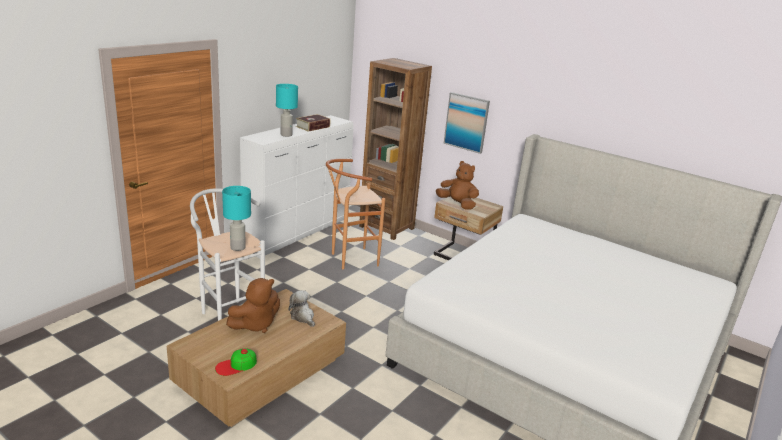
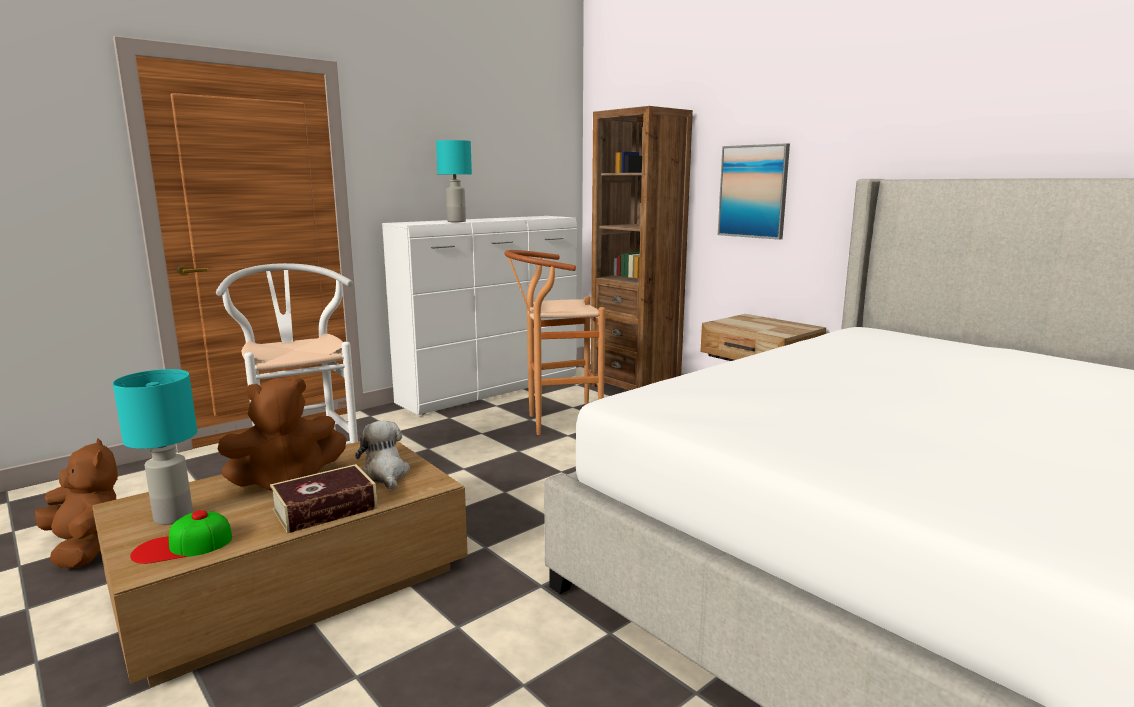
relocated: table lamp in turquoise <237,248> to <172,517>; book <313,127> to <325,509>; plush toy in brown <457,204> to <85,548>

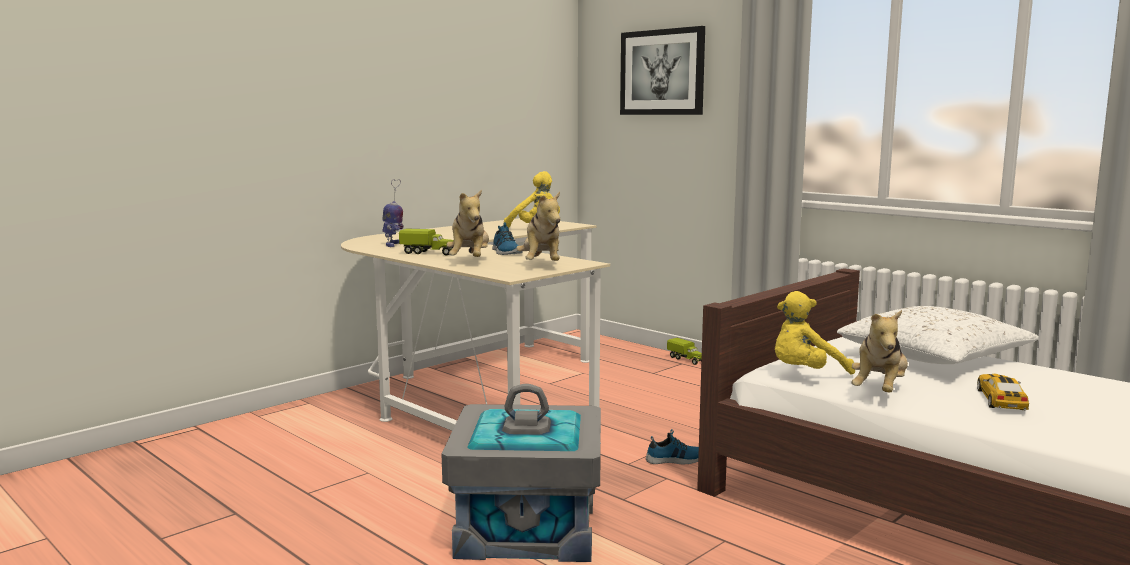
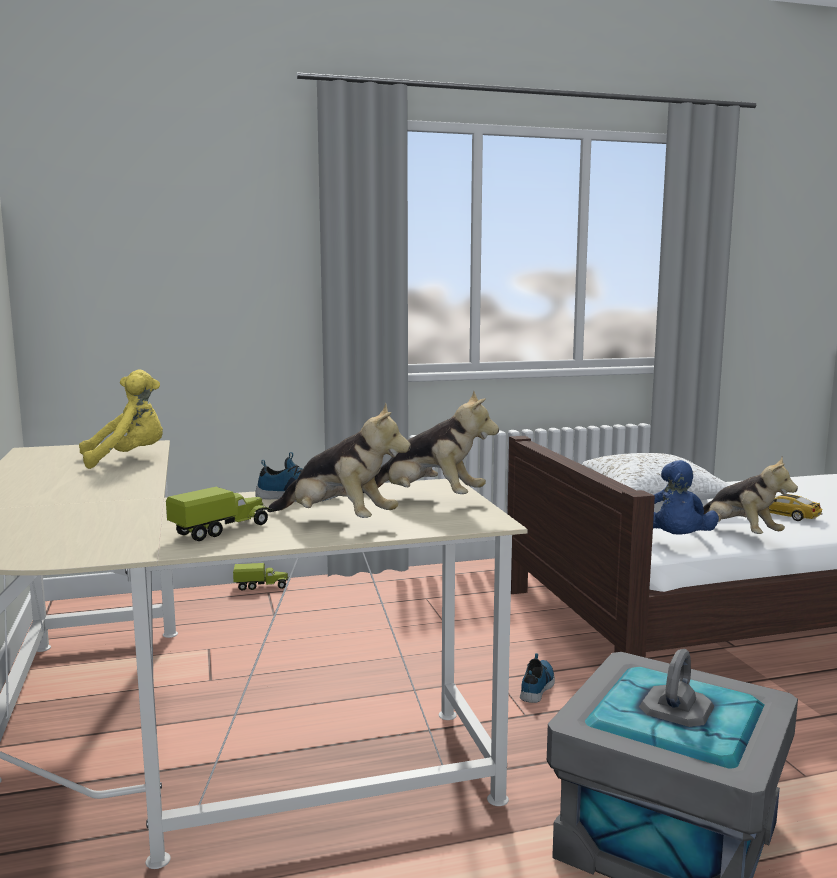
missing: toy robot <393,245>; picture <662,72>
colour: plush toy in yellow <805,374> to plush toy in blue <674,540>

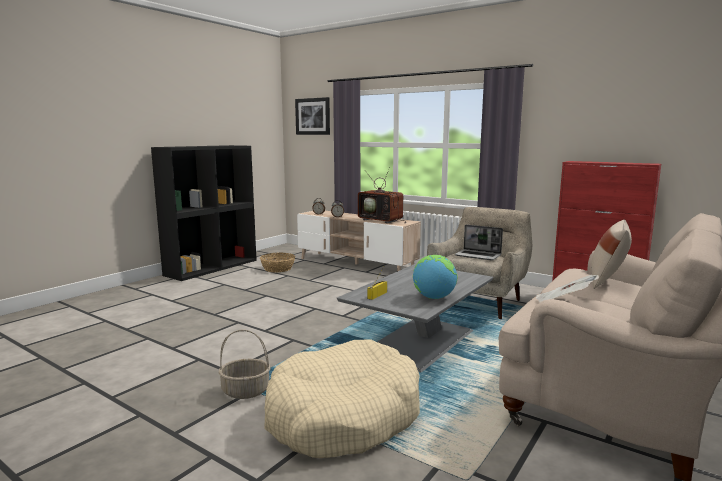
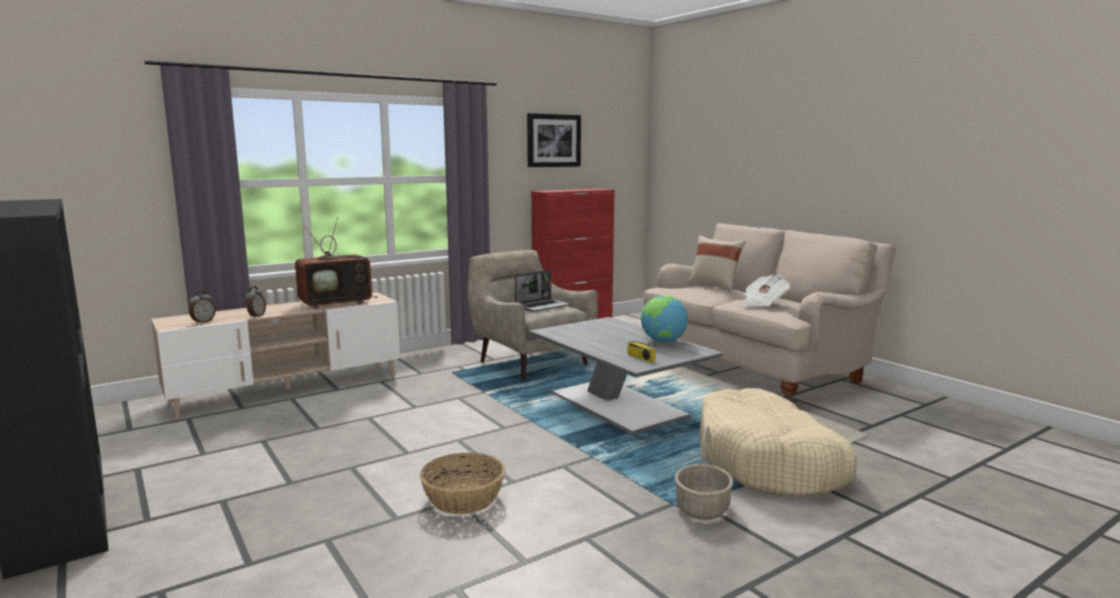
relocated: basket <278,269> to <464,498>; picture <313,116> to <553,140>

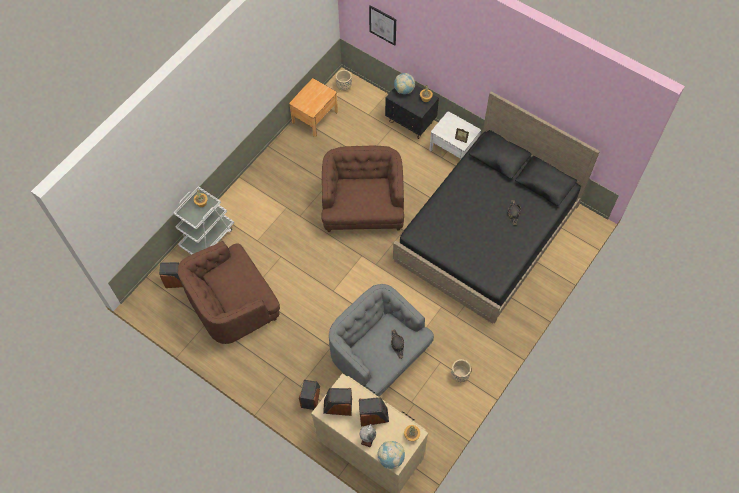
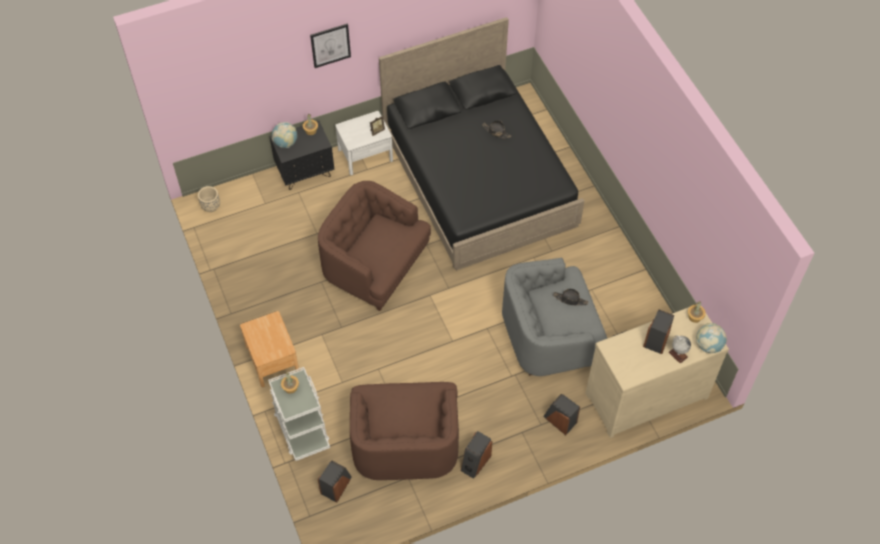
missing: planter in beige <459,374>
relocated: nightstand in brown <315,117> to <272,359>; speaker <338,406> to <475,462>; picture <383,25> to <330,45>

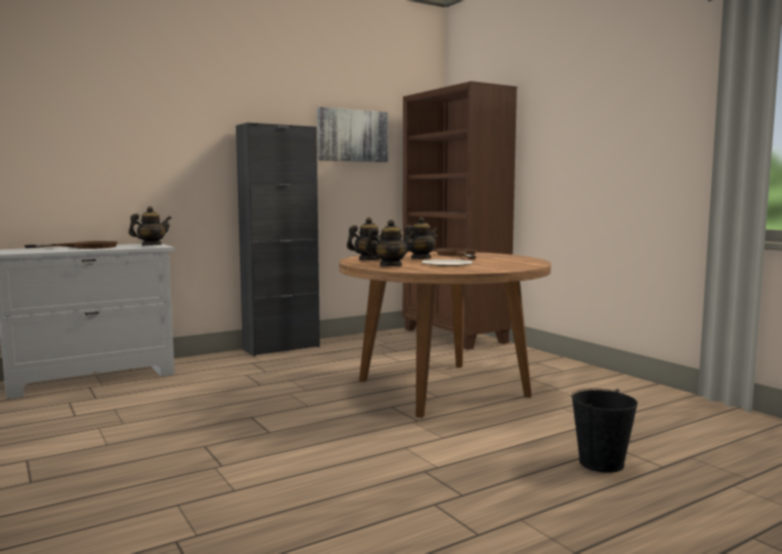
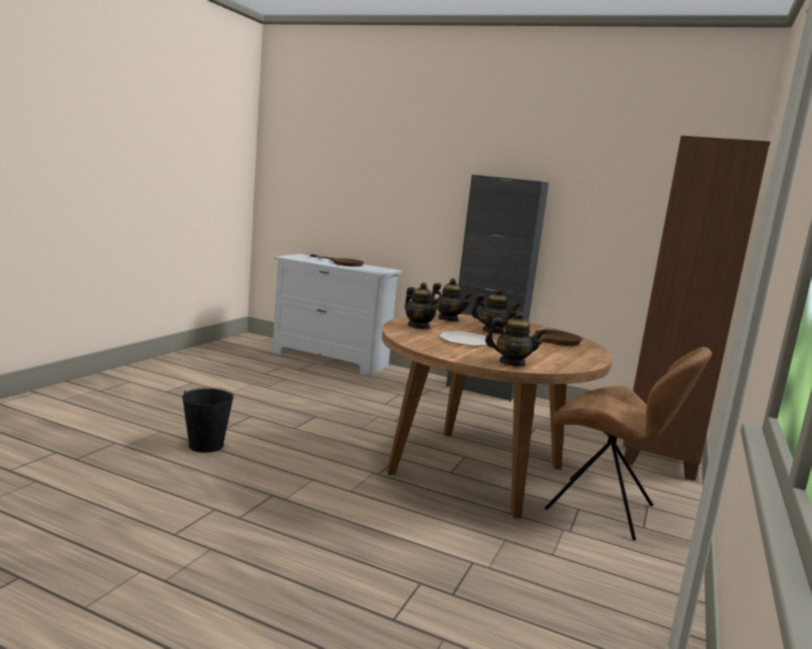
missing: picture <352,135>
appeared: chair in brown <604,509>
relocated: teapot <151,245> to <512,363>; bucket in black <601,463> to <206,445>

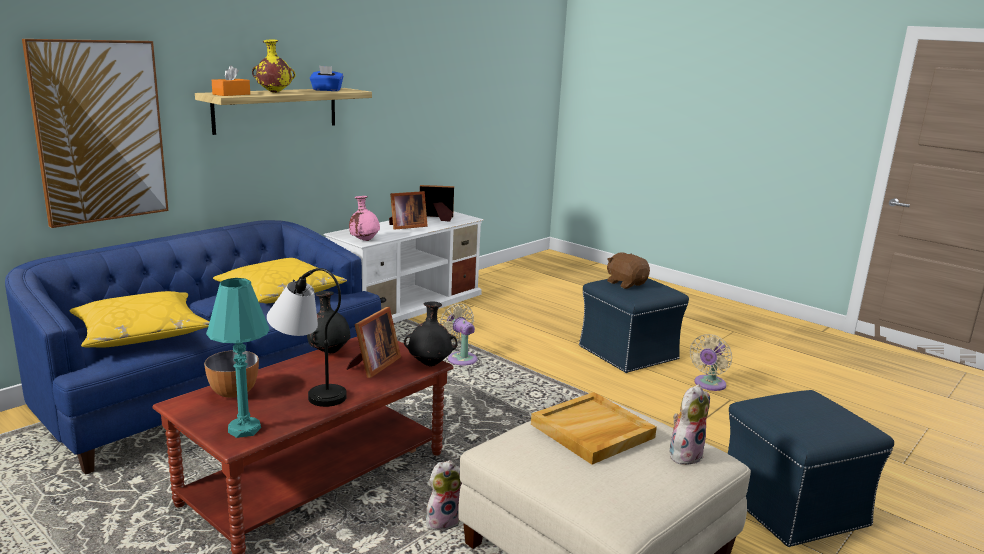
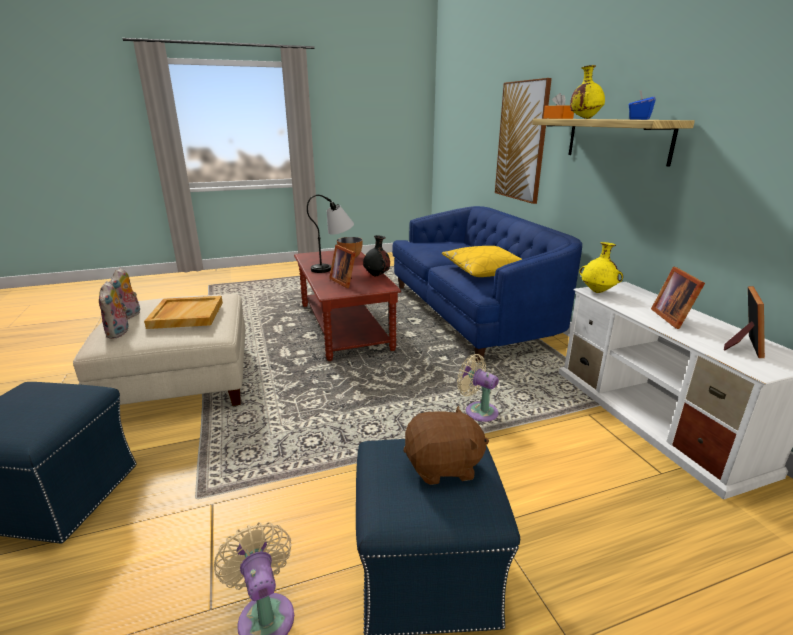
missing: pillow in yellow <141,333>; table lamp in turquoise <244,429>; vase in black <430,364>
relocated: plush toy <443,521> to <130,316>
colour: vase in pink <364,240> to vase in yellow <598,291>
spun: fan in beige <460,358> = <478,411> 135 degrees counterclockwise

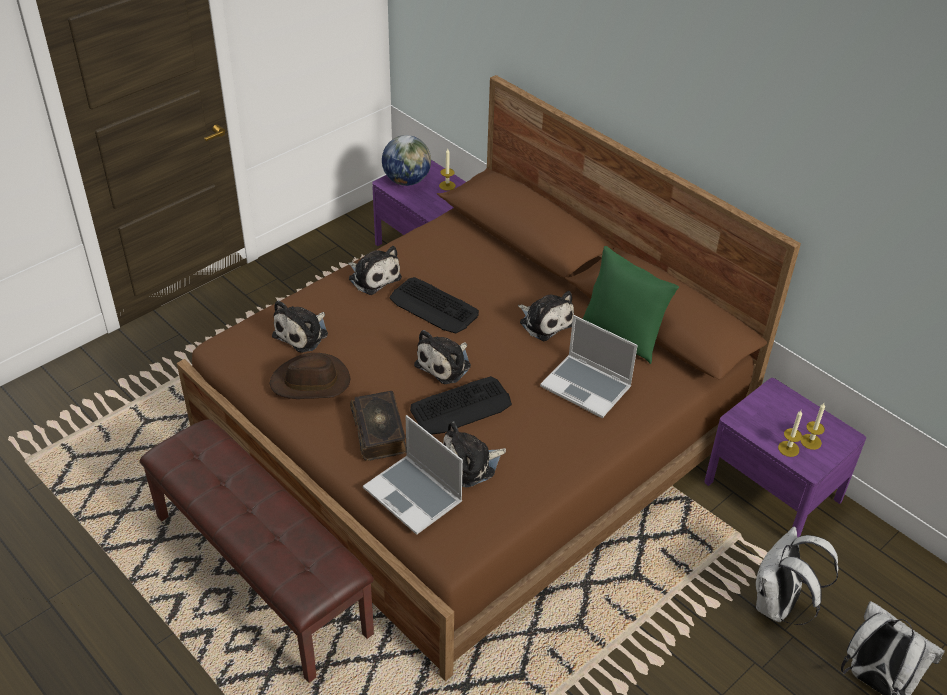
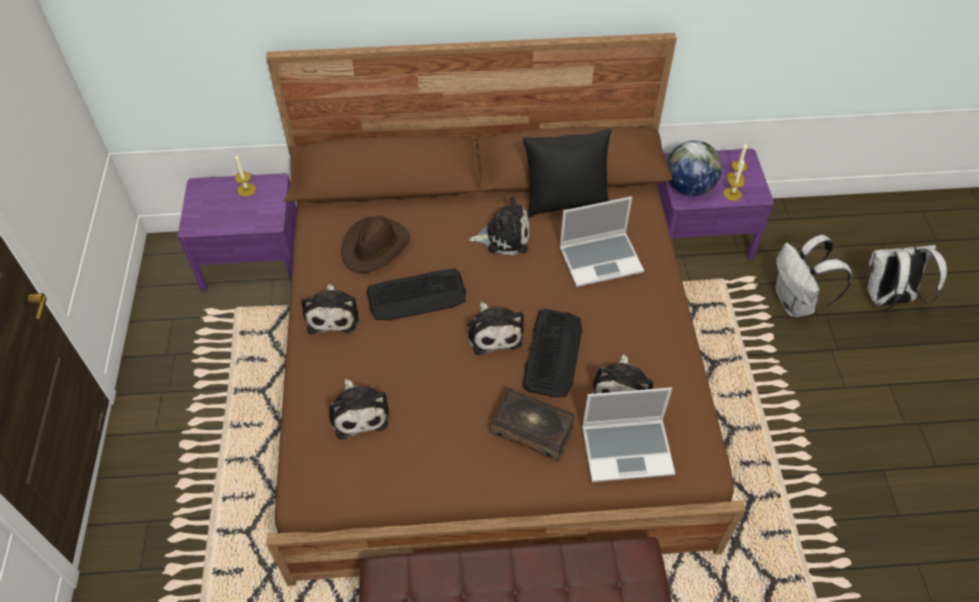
relocated: hat in brown <311,382> to <375,247>; globe <407,181> to <688,187>
colour: pillow in green <622,336> to pillow in black <565,202>
spun: plush toy <373,277> = <333,314> 90 degrees clockwise

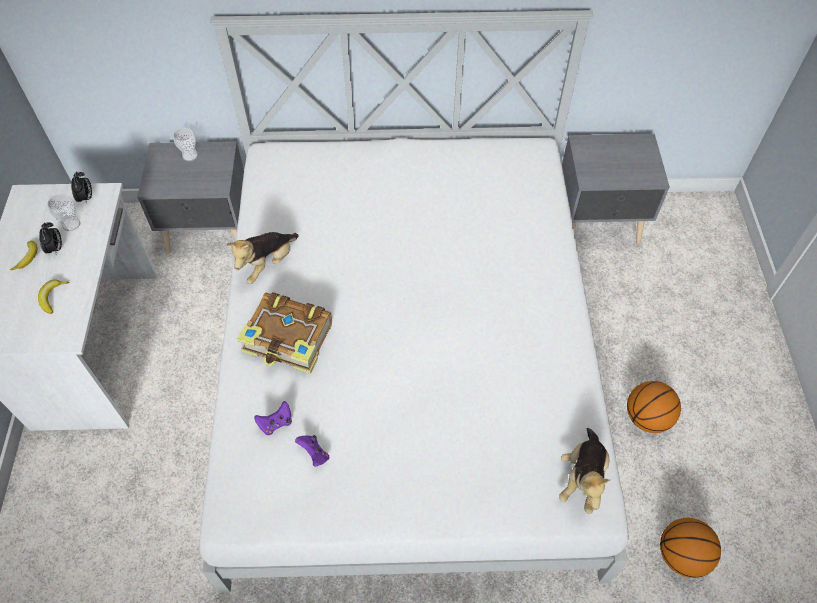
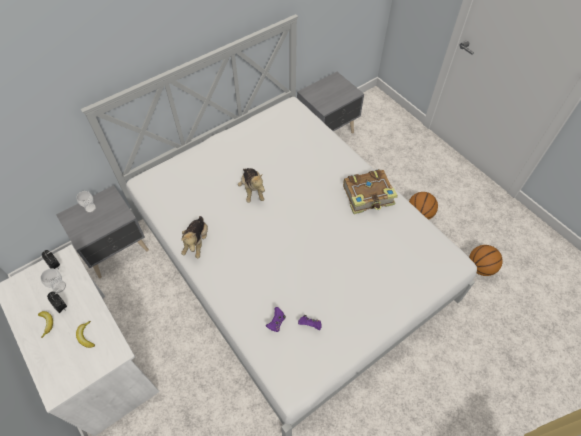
relocated: book <289,340> to <368,196>; plush toy <582,478> to <252,190>

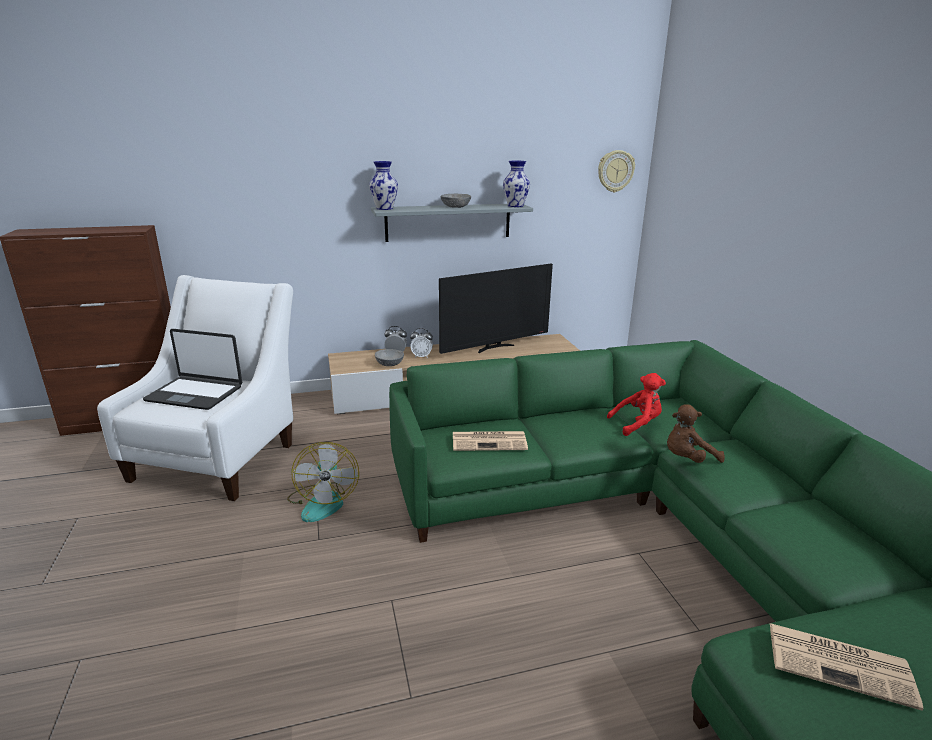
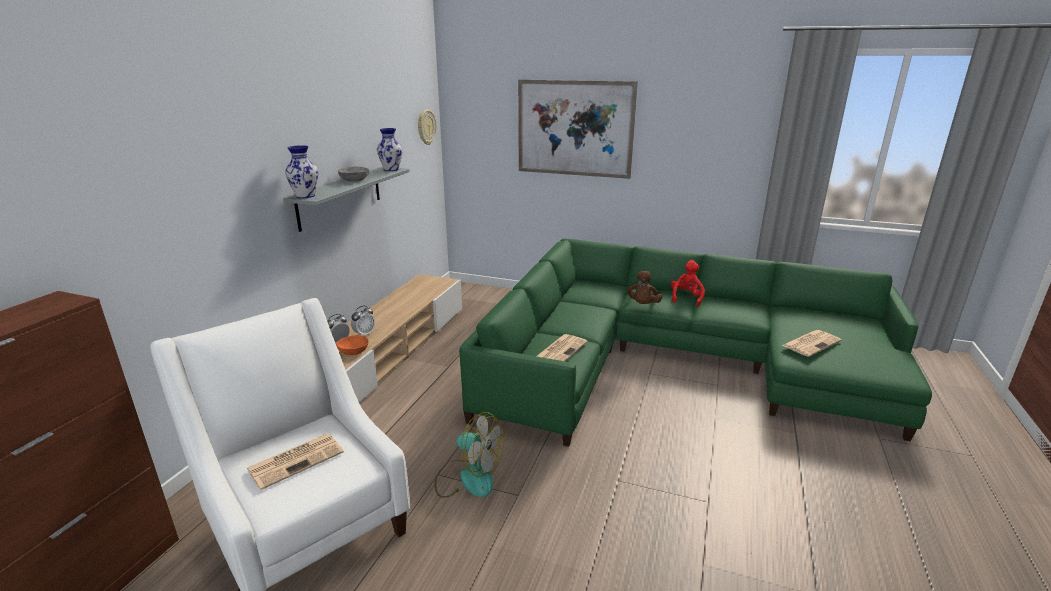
missing: television <494,347>
appeared: picture <574,128>
relocated: plush toy in red <637,424> to <686,298>
exchanged: laptop <195,393> to newspaper <297,460>
colour: bowl in grey <389,364> to bowl in orange <353,352>

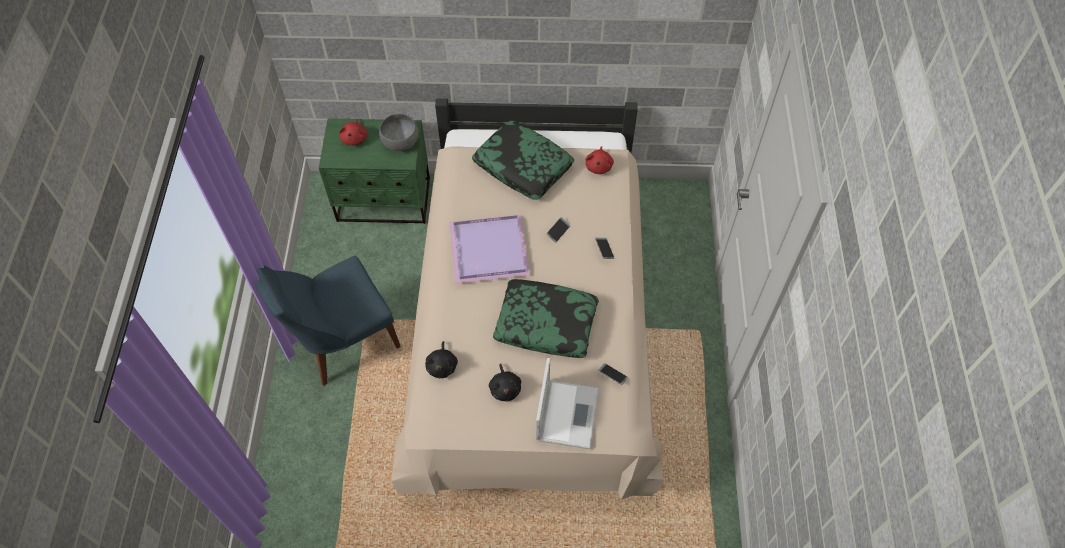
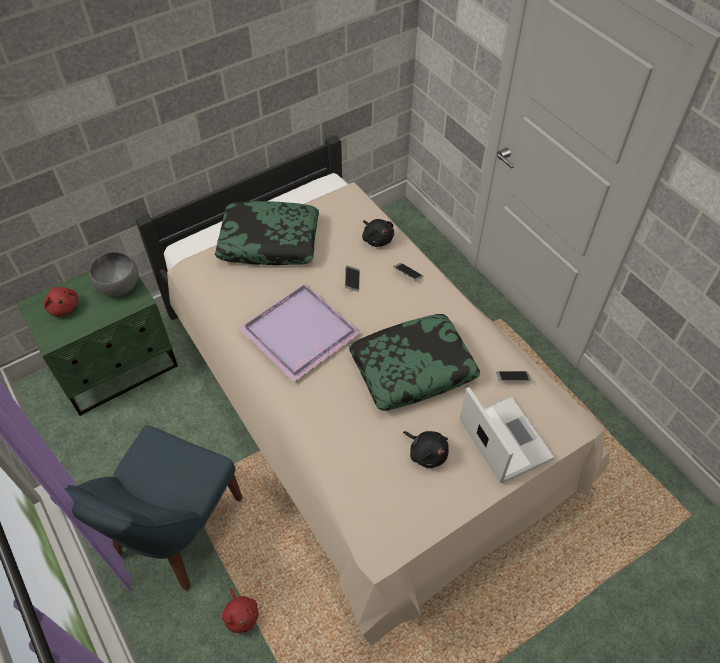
relocated: plush toy in black <442,365> to <377,239>; plush toy in red <599,166> to <241,614>

